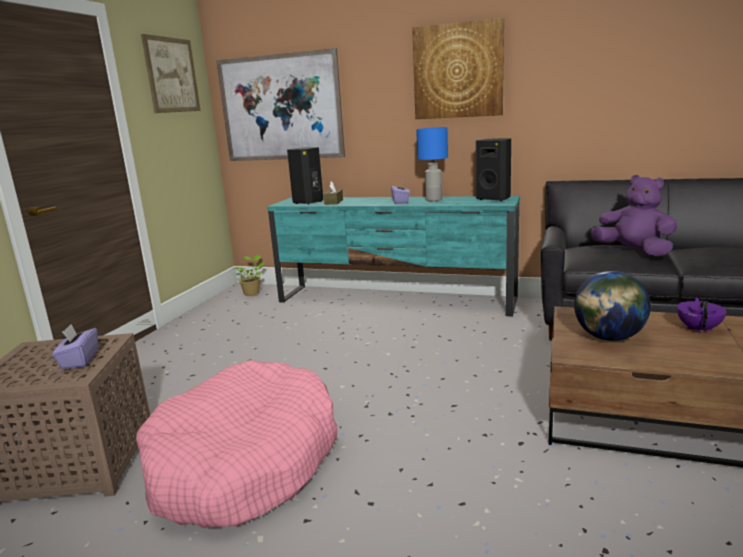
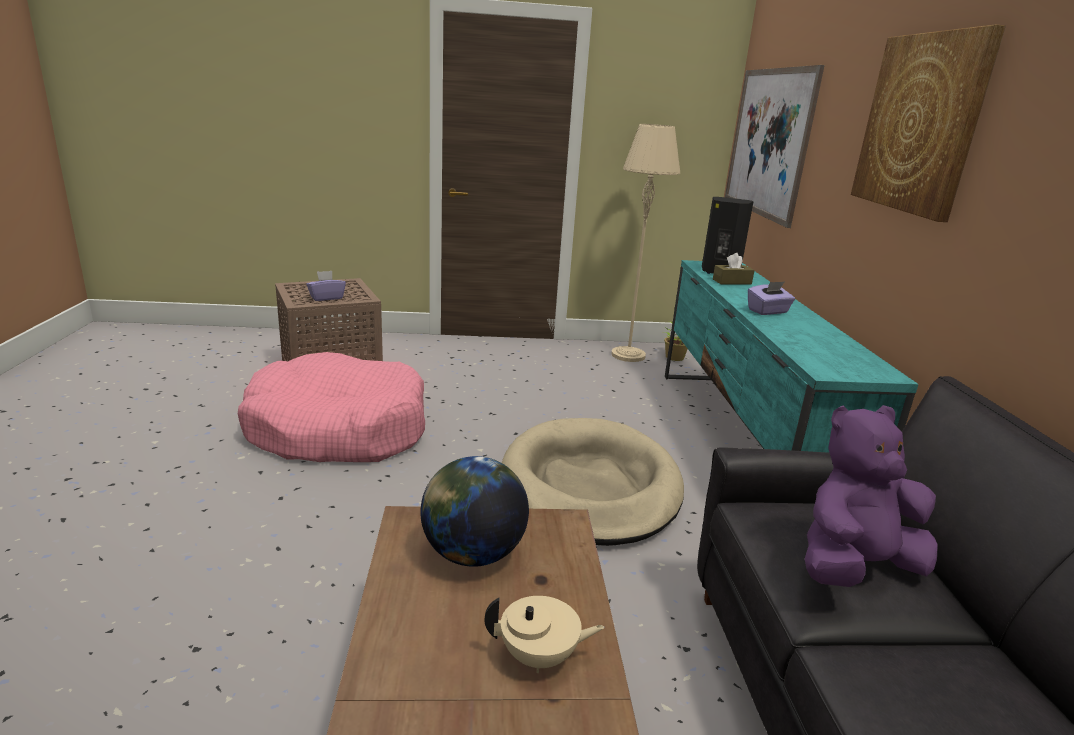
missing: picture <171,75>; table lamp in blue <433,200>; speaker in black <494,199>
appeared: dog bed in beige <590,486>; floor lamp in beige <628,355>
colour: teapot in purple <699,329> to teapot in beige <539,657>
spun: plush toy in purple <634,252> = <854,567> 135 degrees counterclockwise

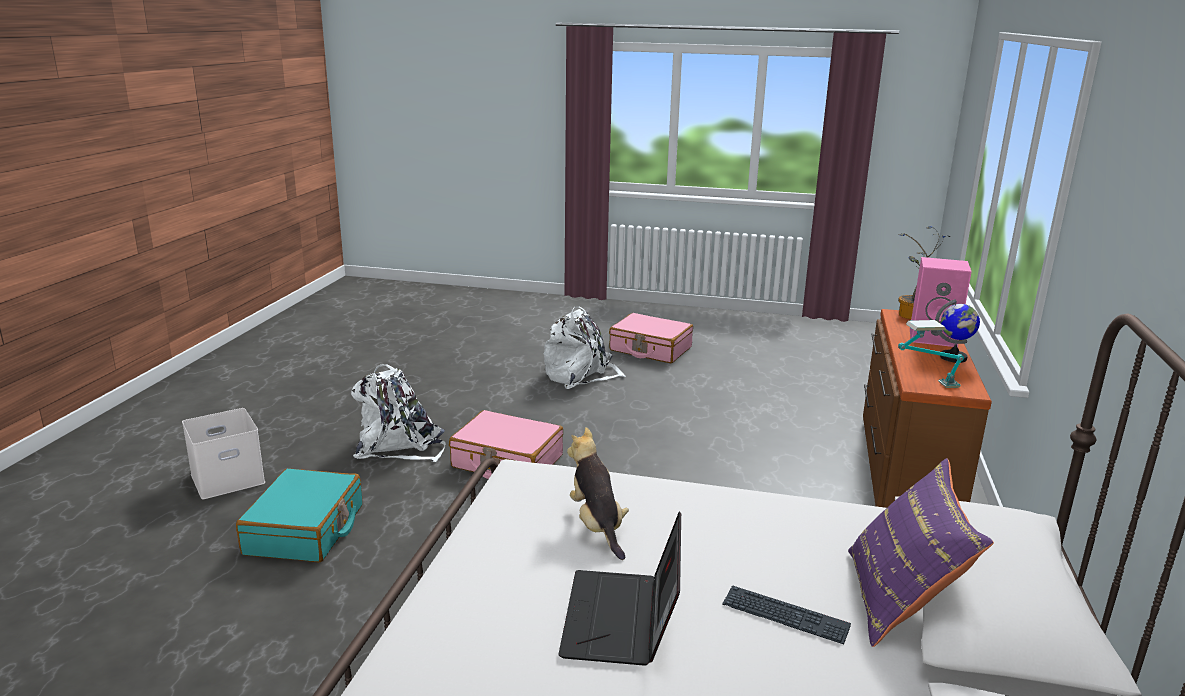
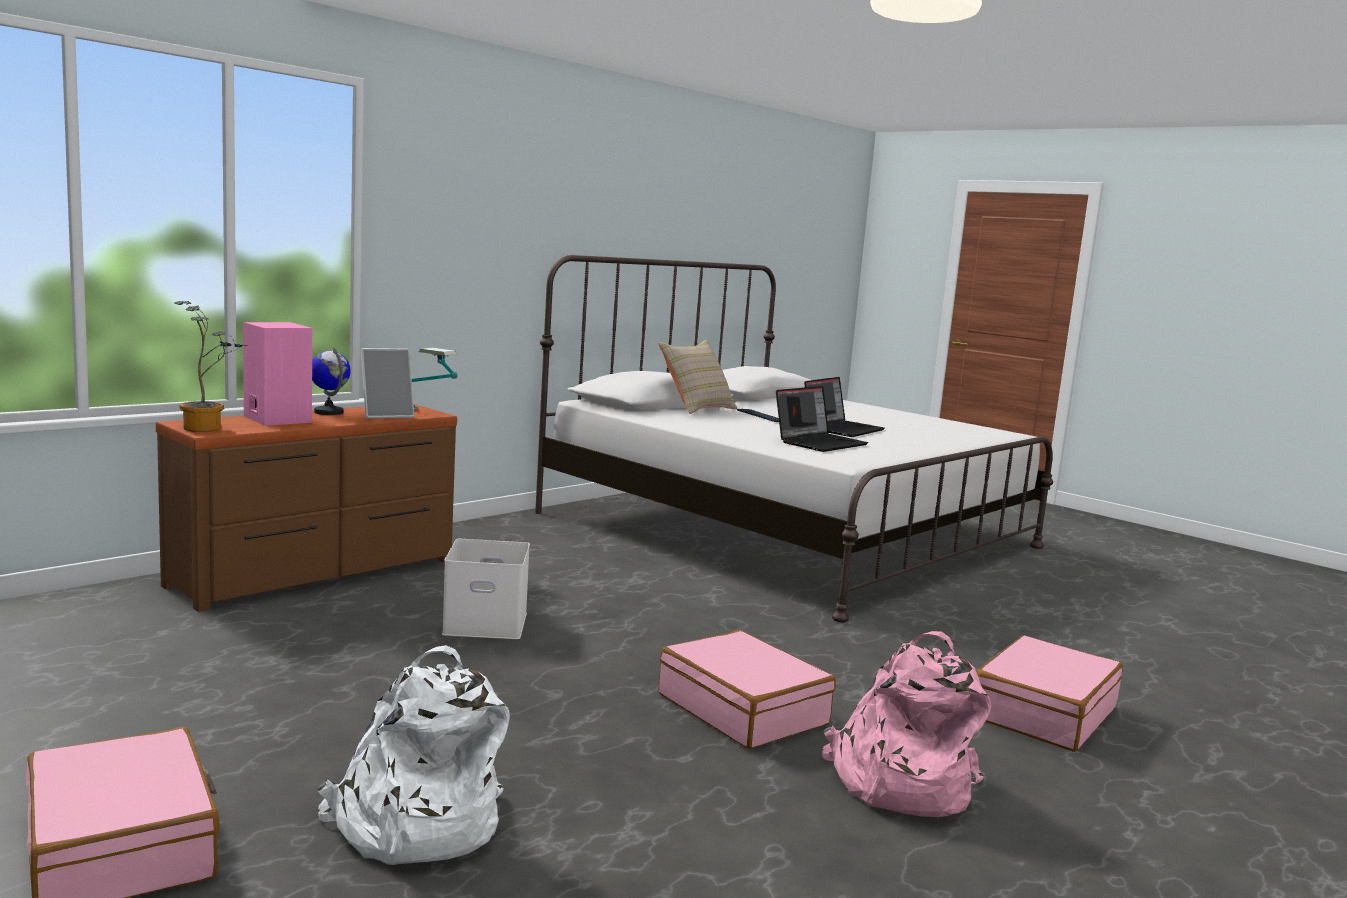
appeared: picture frame <386,415>
relocated: storage box in white <228,477> to <483,624>
exchanged: plush toy <597,526> to laptop <819,443>
colour: suitcase in turquoise <305,530> to suitcase in pink <1042,712>; backpack in white <399,446> to backpack in pink <899,783>; pillow in purple <901,600> to pillow in beige <696,409>

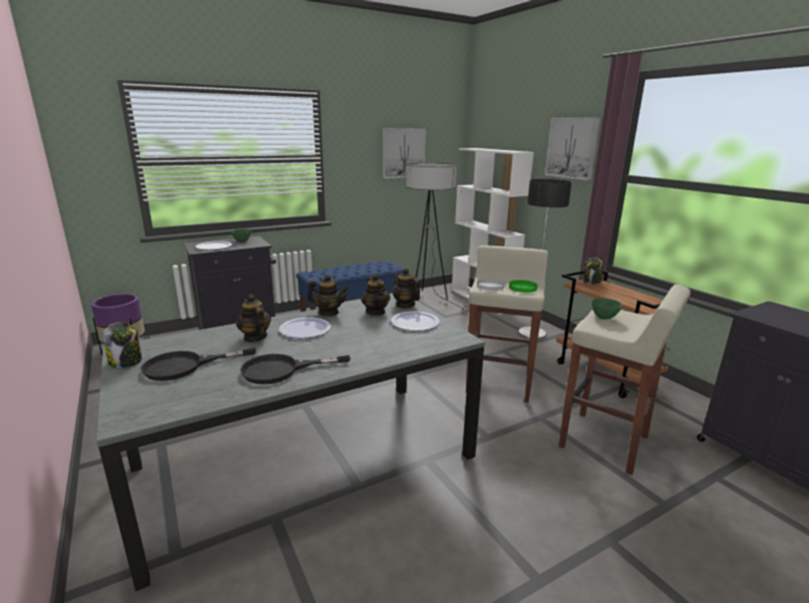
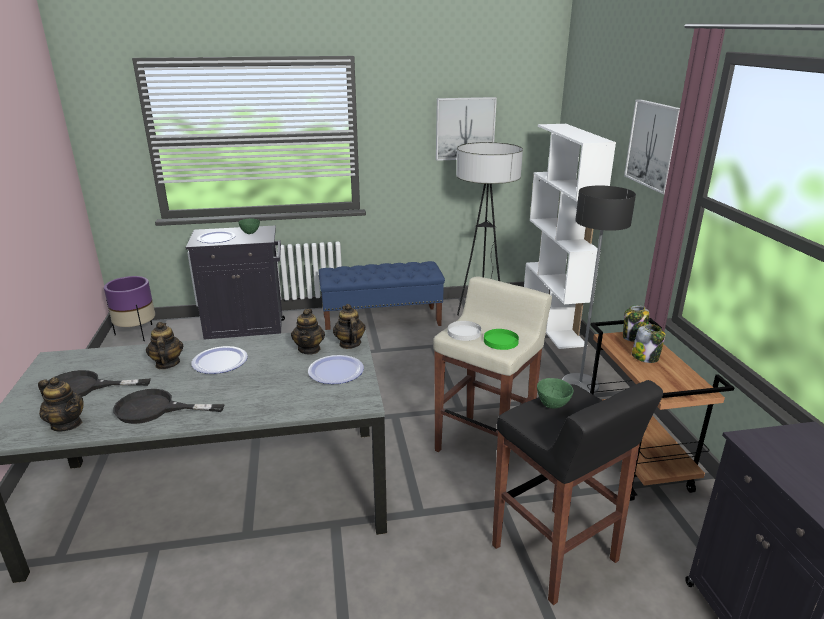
relocated: jar <126,362> to <645,357>; teapot <328,313> to <67,424>
colour: stool in beige <605,442> to stool in black <555,555>

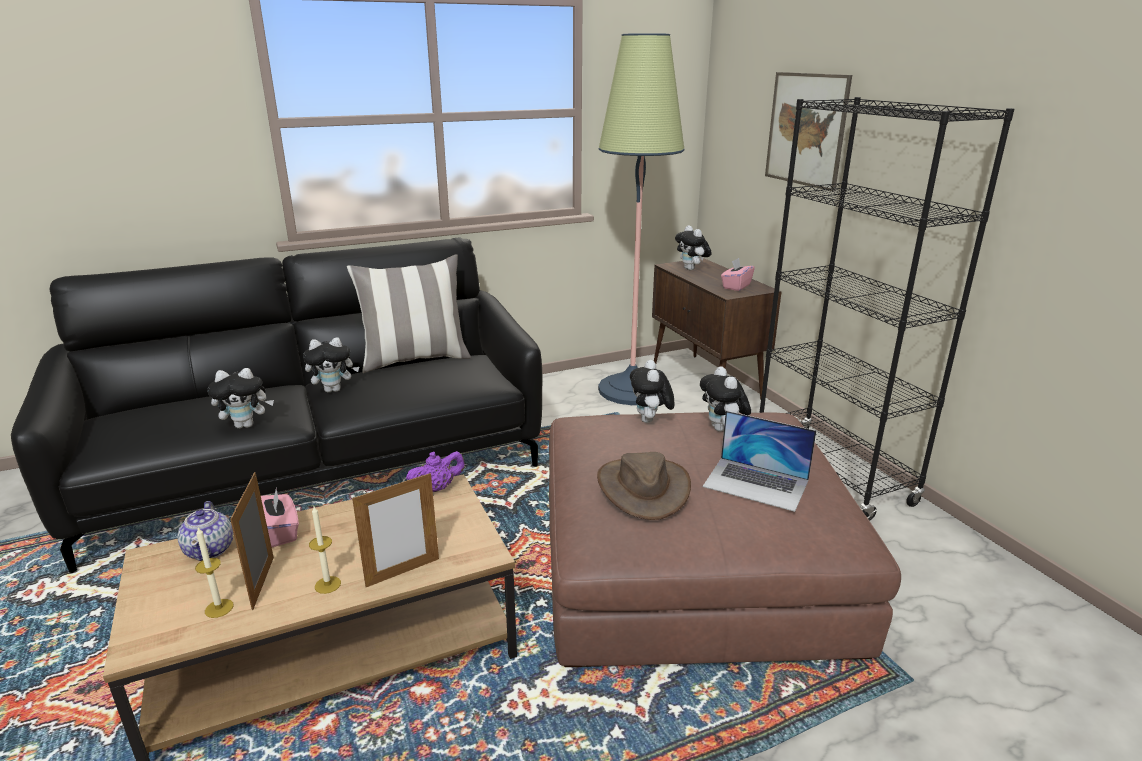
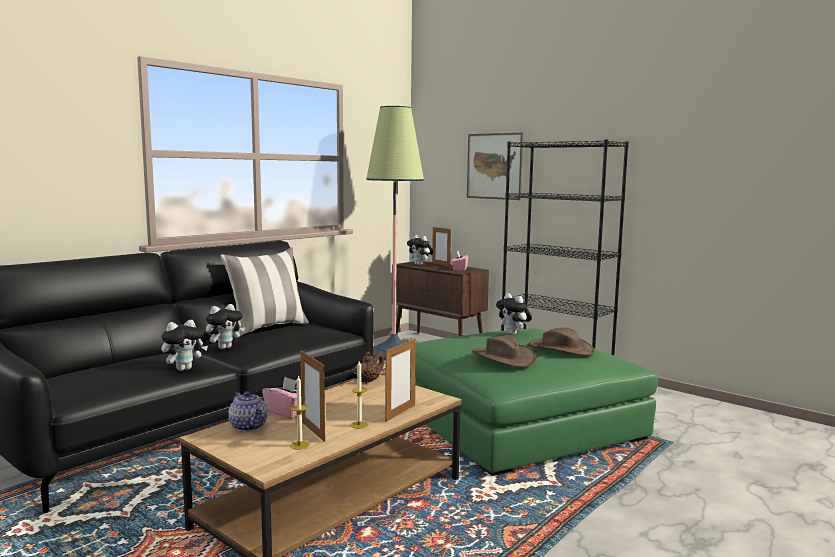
missing: plush toy <650,421>
appeared: picture frame <441,264>
exchanged: laptop <756,483> to hat in brown <560,349>
colour: teapot in purple <437,488> to teapot in brown <368,381>; ottoman in brown <690,564> to ottoman in green <517,422>

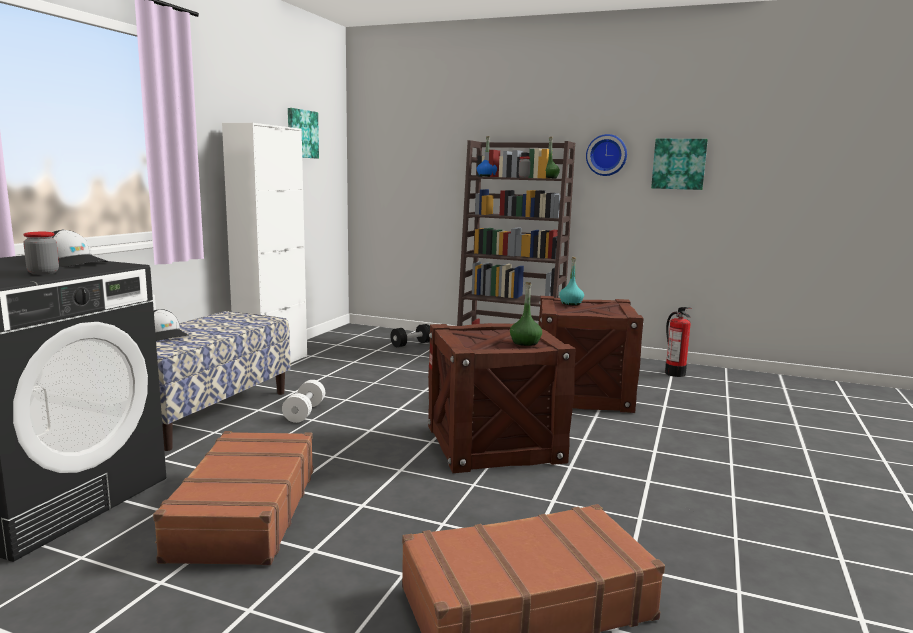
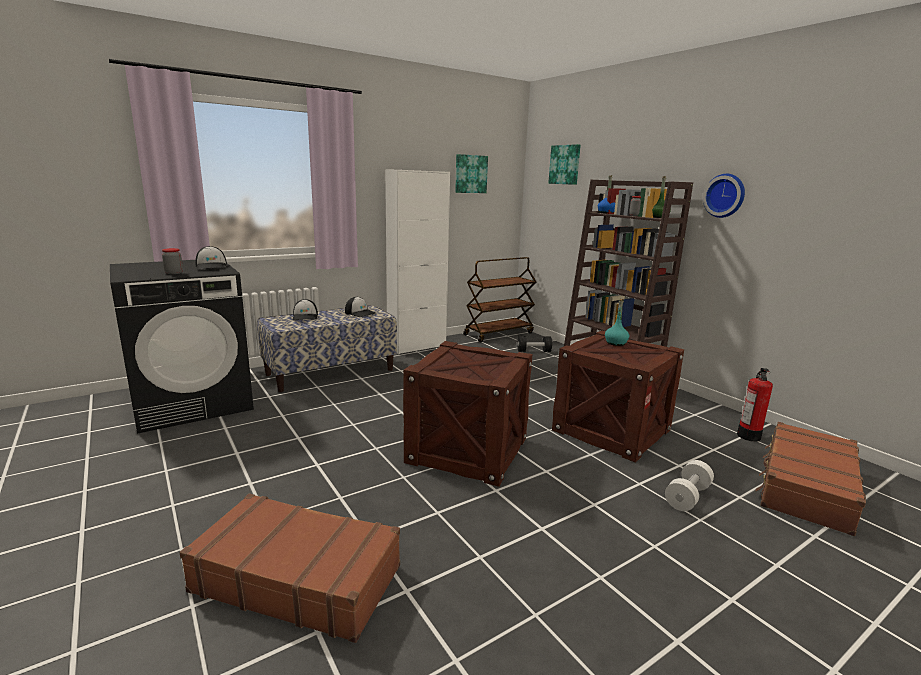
missing: bottle in green <525,342>
appeared: cap <360,313>; cart in brown <498,333>
relocated: suitcase in brown <244,513> to <805,487>; dumbbell in white <304,412> to <687,496>; picture <679,164> to <565,164>

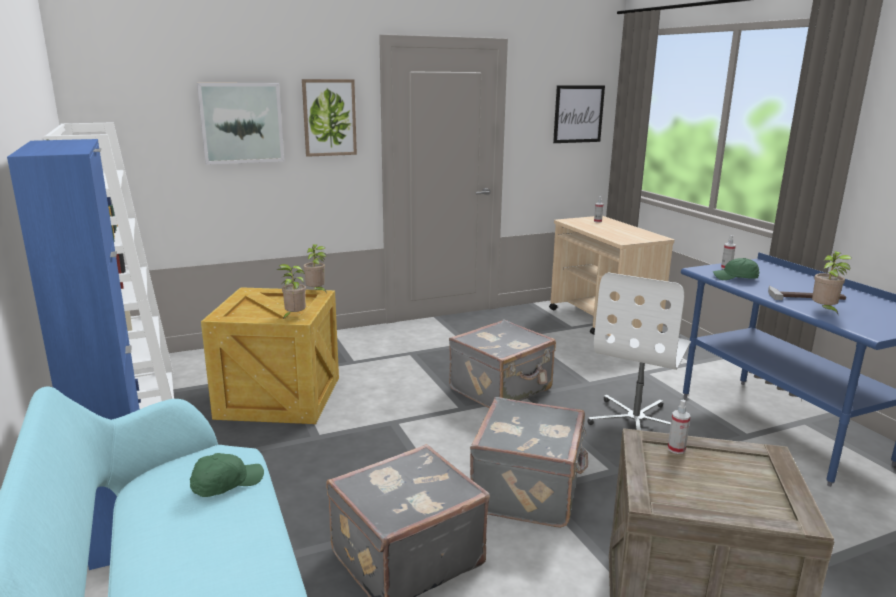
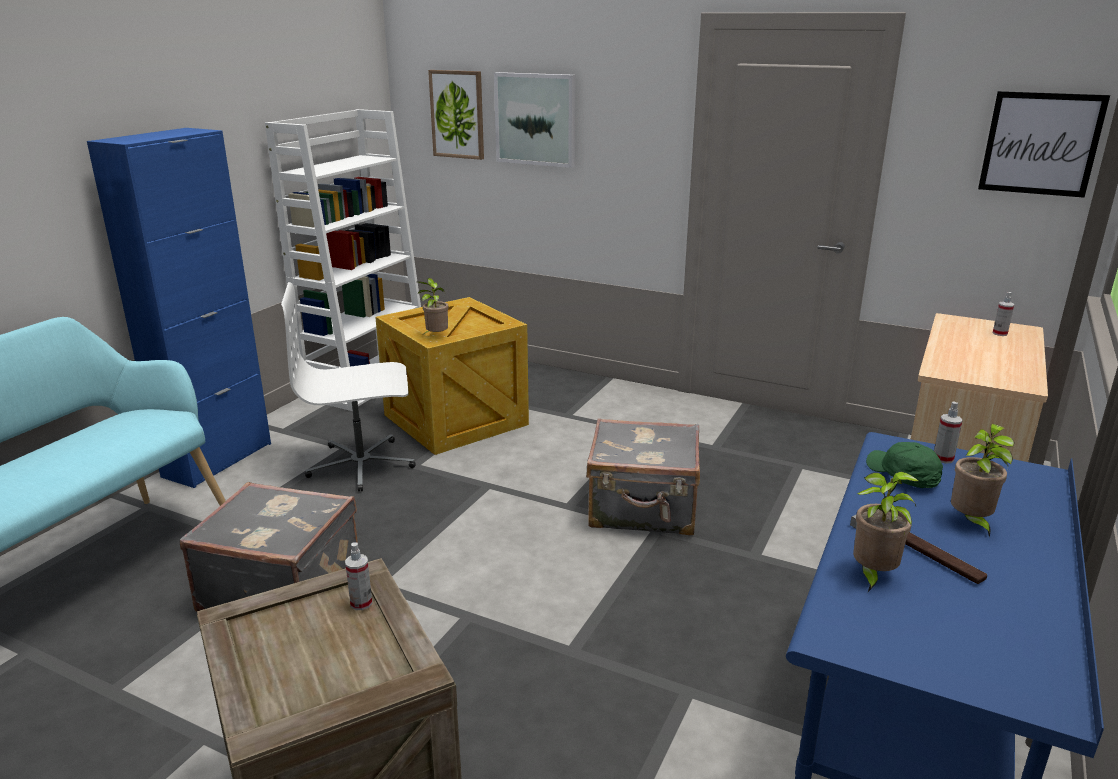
missing: cap in green <226,484>; suitcase in grey <529,490>
relocated: picture <329,117> to <457,114>; potted plant <316,292> to <970,523>; office chair in white <636,422> to <361,464>

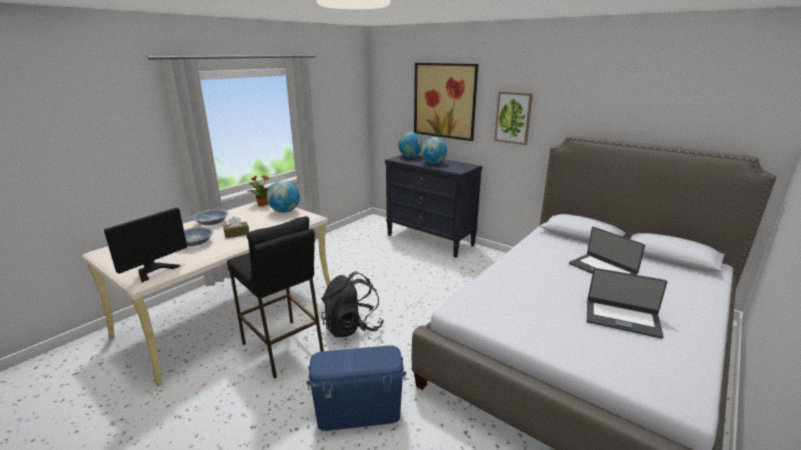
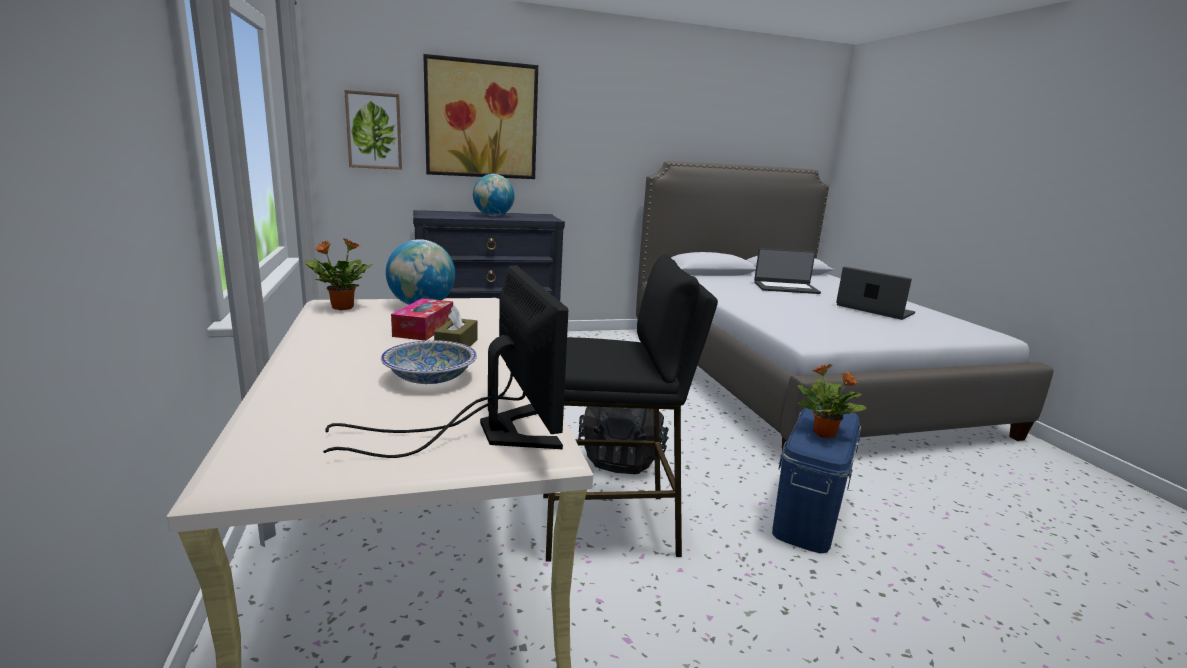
missing: bowl <212,223>; globe <410,157>
appeared: tissue box <424,329>; potted plant <825,434>
relocated: picture <513,118> to <374,131>
spun: laptop <622,318> = <874,310> 105 degrees counterclockwise

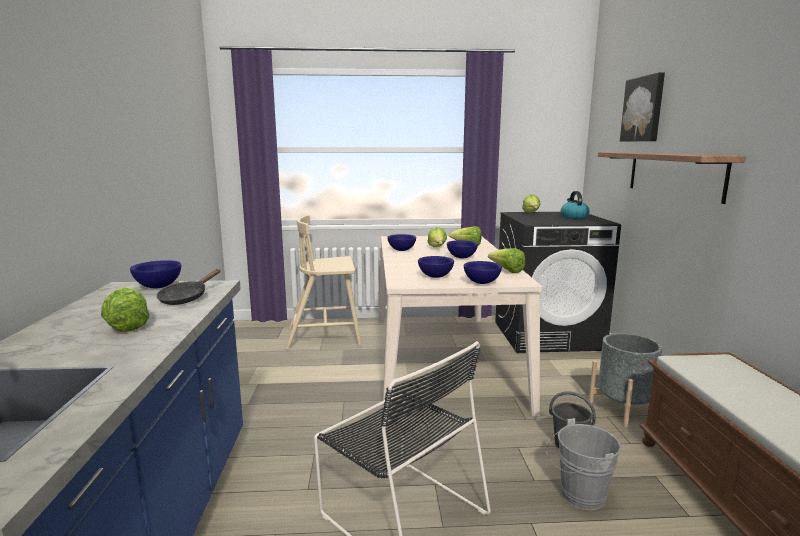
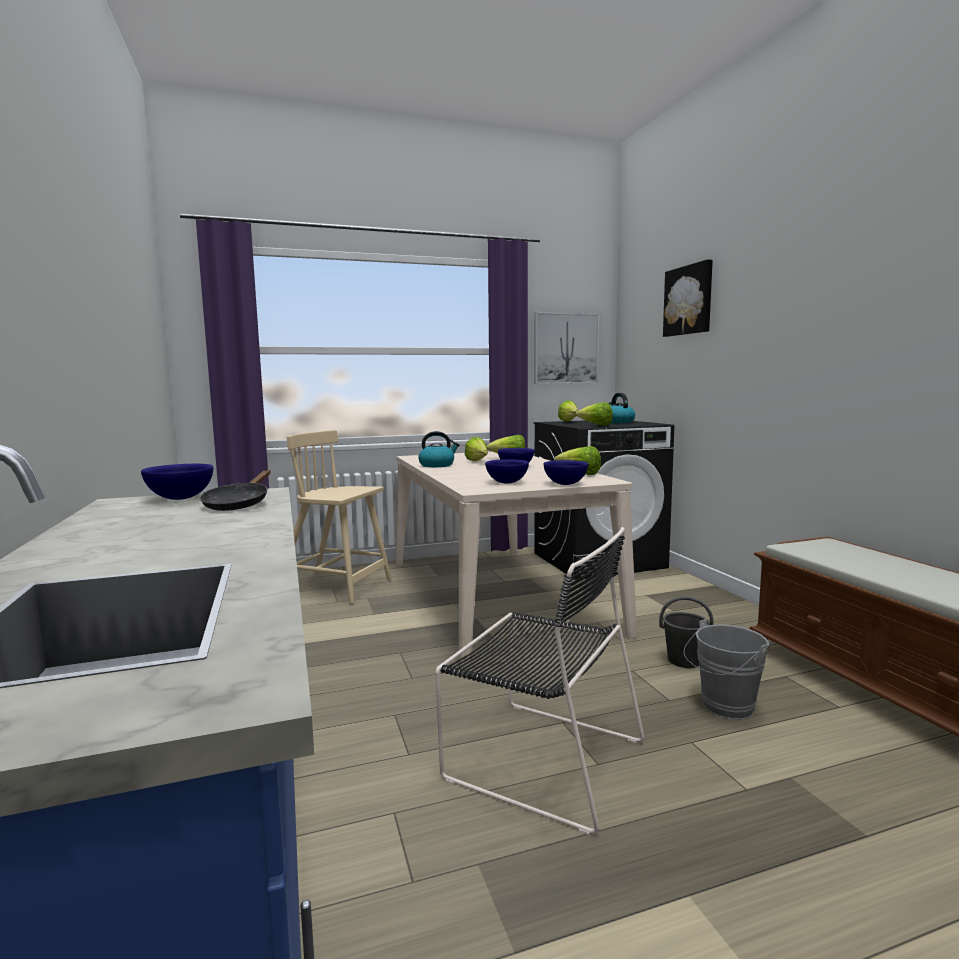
missing: planter in grey <623,410>; shelf <673,174>
appeared: picture <565,348>
relocated: lettuce <127,325> to <595,425>
exchanged: bowl in blue <401,250> to kettle <437,465>
spun: chair in beige <325,336> = <335,586> 45 degrees clockwise

